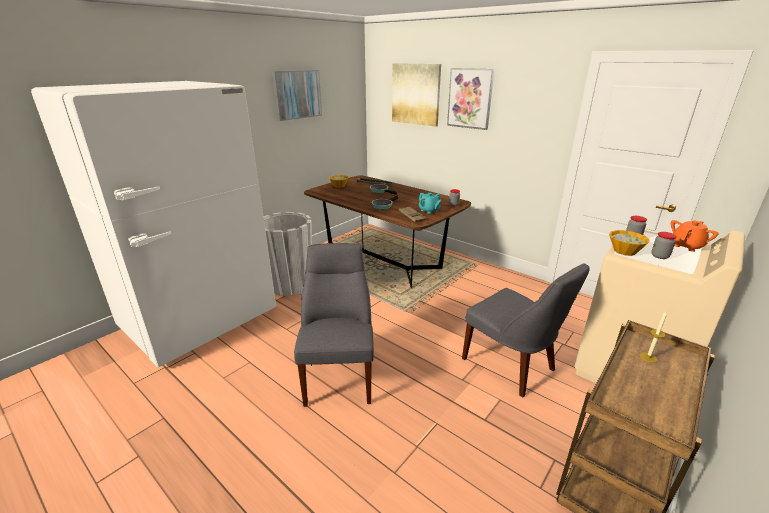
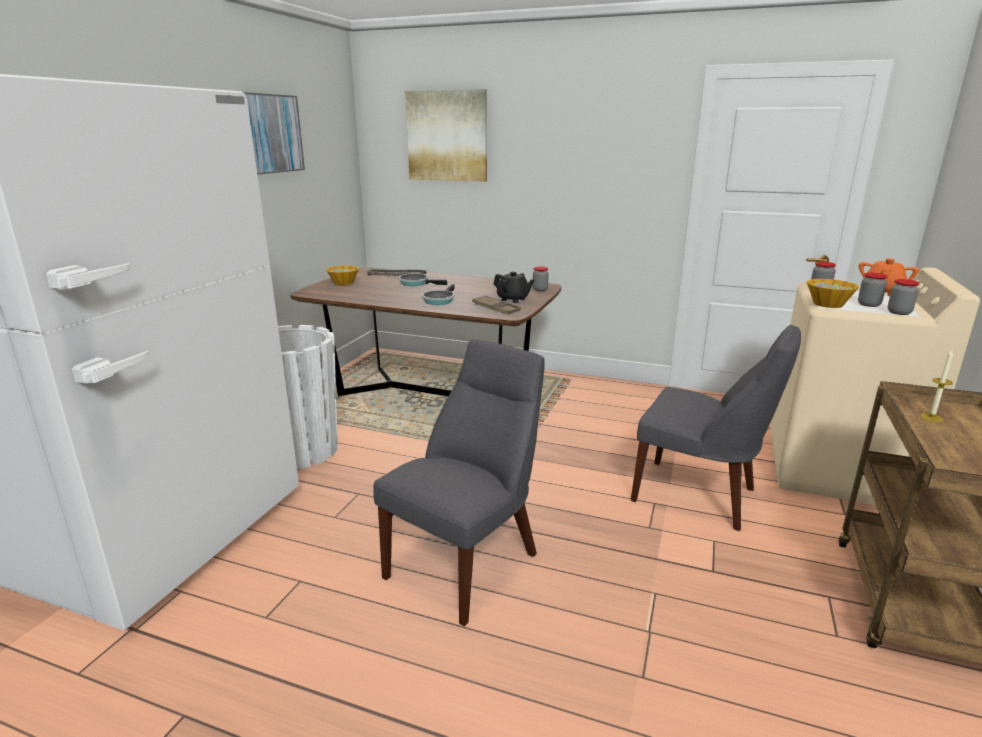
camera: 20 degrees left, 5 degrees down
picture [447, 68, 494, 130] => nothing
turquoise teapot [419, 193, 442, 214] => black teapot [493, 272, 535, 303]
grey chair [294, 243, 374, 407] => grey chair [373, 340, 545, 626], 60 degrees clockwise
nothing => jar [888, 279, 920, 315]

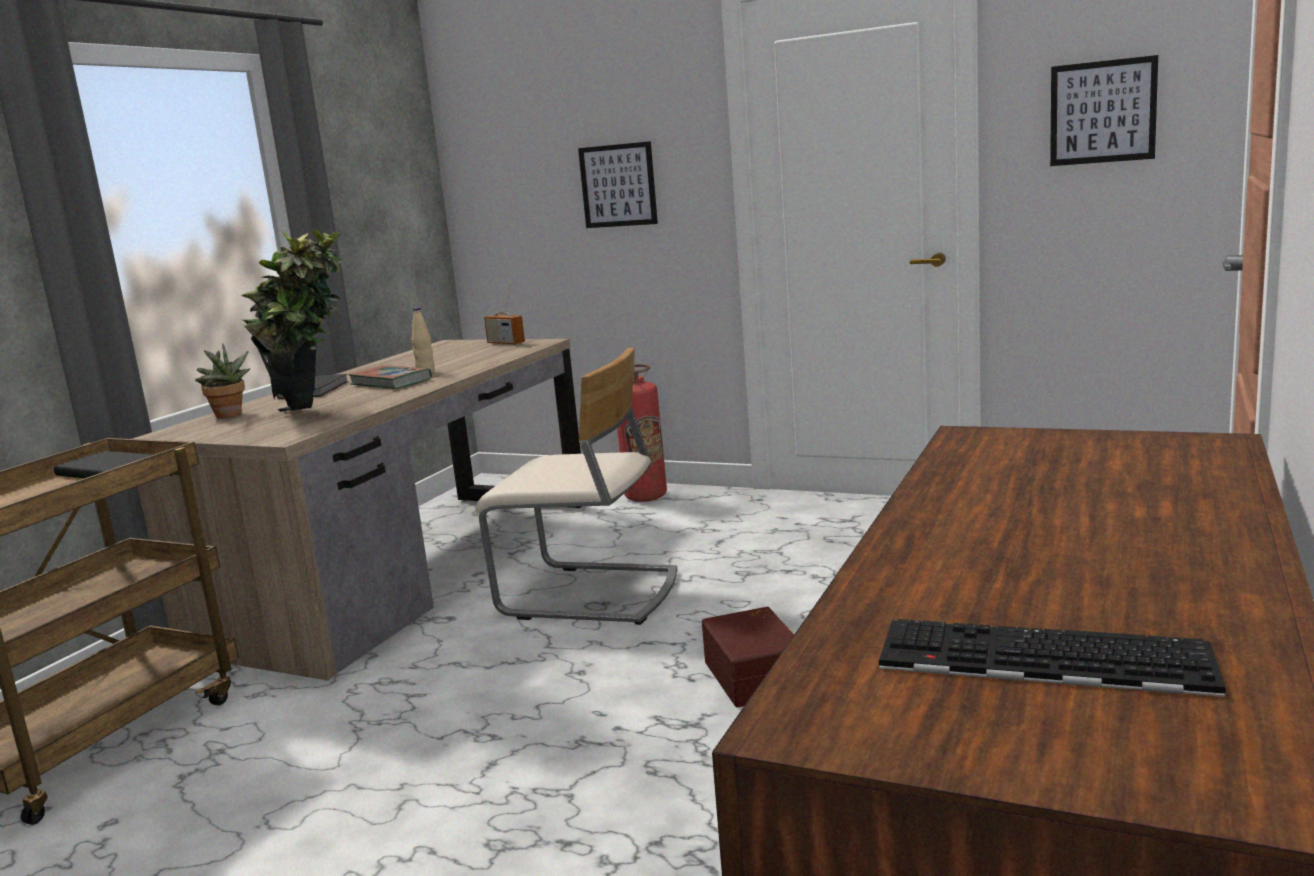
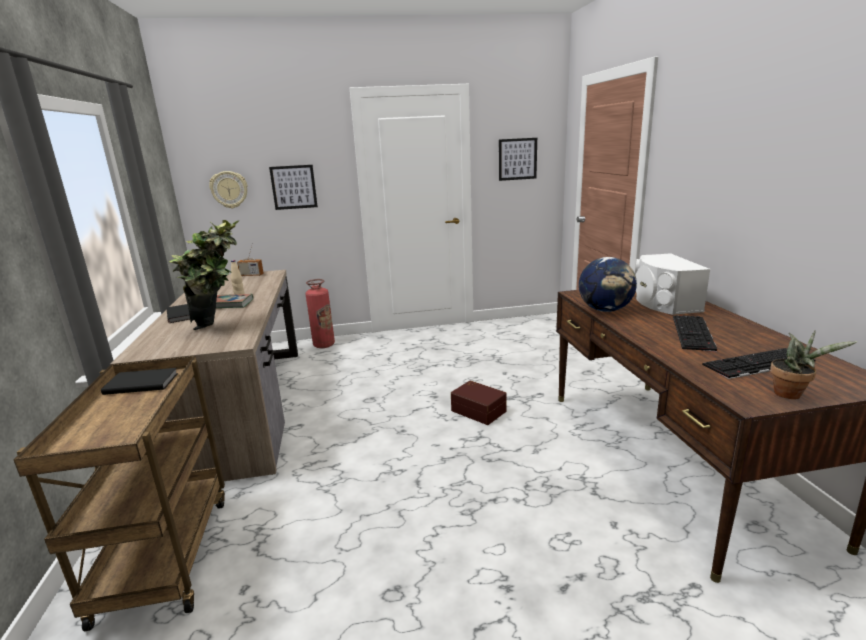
camera: 35 degrees left, 5 degrees up
potted plant [195, 343, 250, 418] => potted plant [770, 330, 857, 399], moved
beige chair [475, 348, 677, 625] => nothing
nothing => wall clock [209, 171, 248, 208]
nothing => white speaker [635, 253, 710, 315]
nothing => globe [579, 257, 637, 312]
nothing => keyboard [673, 315, 717, 352]

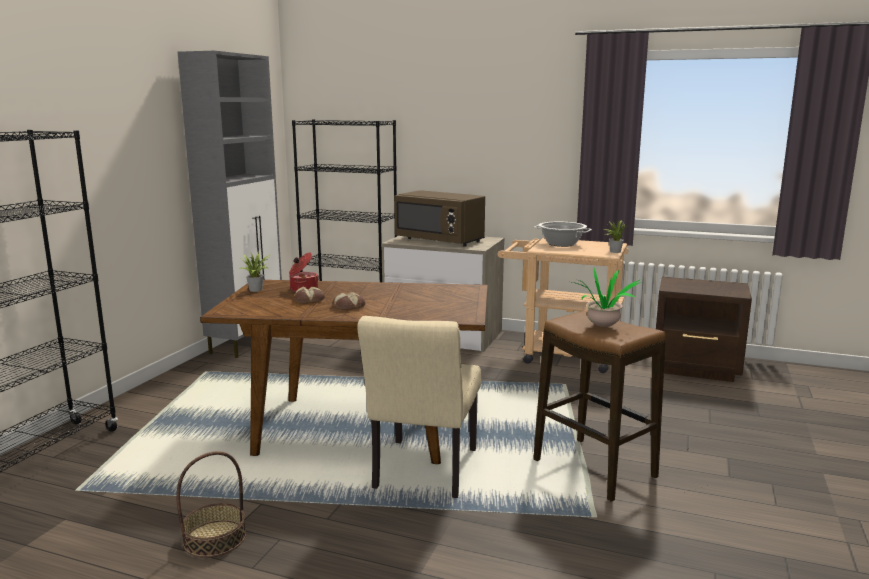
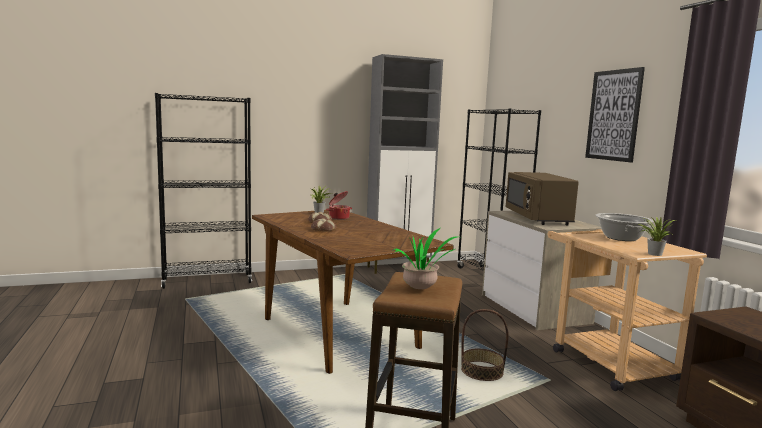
camera: 50 degrees right, 5 degrees down
beige chair [357, 316, 481, 498] => nothing
basket [176, 451, 246, 558] => basket [461, 309, 509, 381], moved
nothing => picture [585, 67, 645, 163]

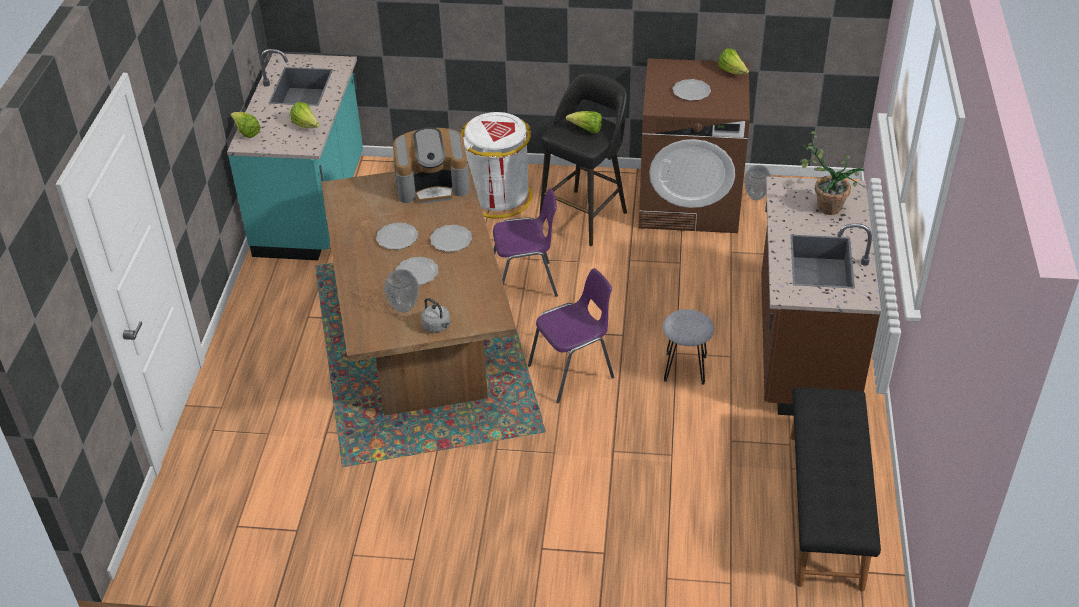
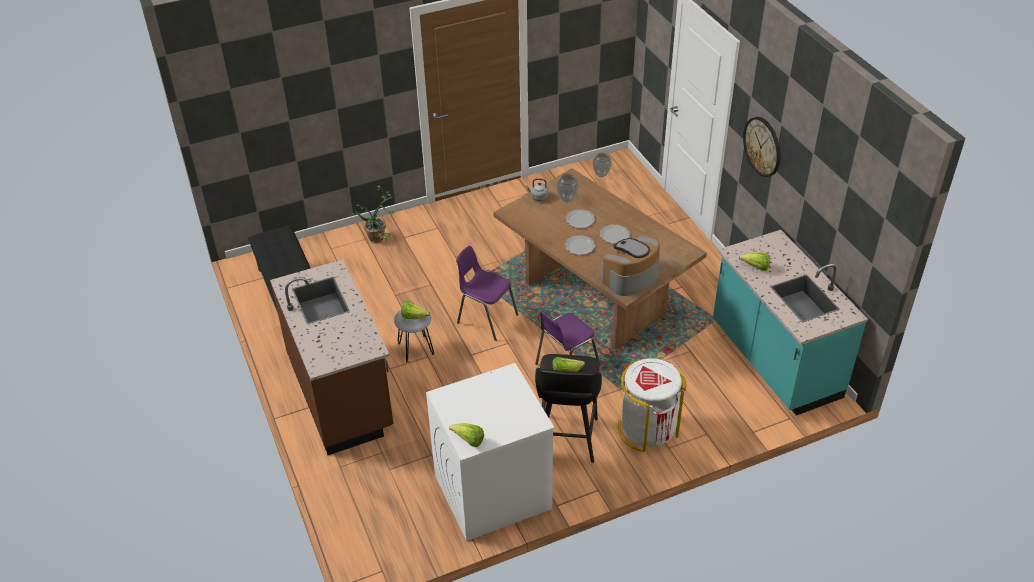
camera: 150 degrees right, 0 degrees up
brown washing machine [639, 58, 750, 233] => white washing machine [426, 363, 555, 541]
plate [672, 79, 711, 101] => nothing
lettuce [231, 112, 261, 138] => lettuce [401, 301, 430, 319], moved
potted plant [800, 131, 867, 215] => potted plant [352, 186, 394, 244], moved
vase [744, 165, 771, 200] => vase [592, 152, 612, 177], moved
purple chair [528, 268, 614, 403] => purple chair [456, 246, 518, 341], 90 degrees clockwise
nothing => wall clock [743, 117, 781, 177]

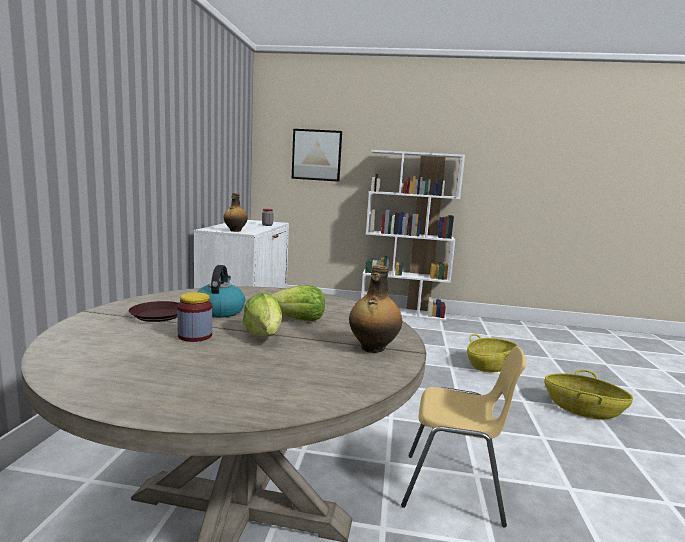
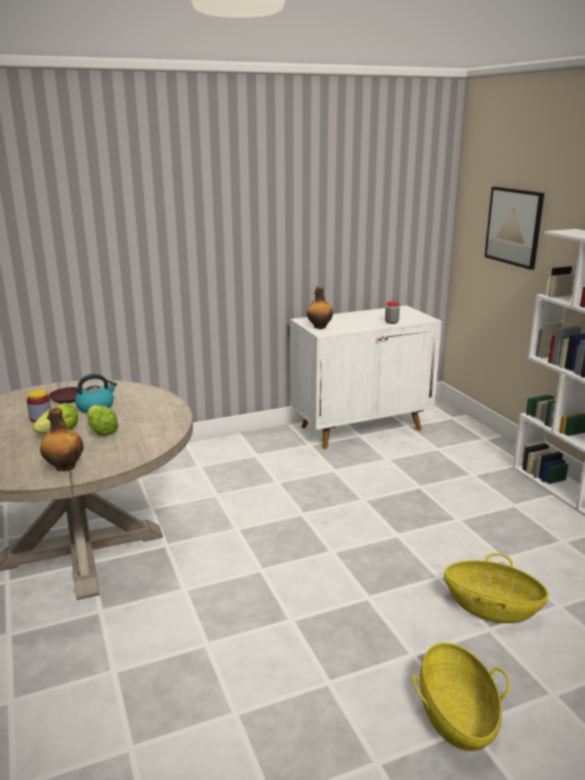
camera: 60 degrees right, 10 degrees up
yellow chair [401, 346, 527, 527] => nothing

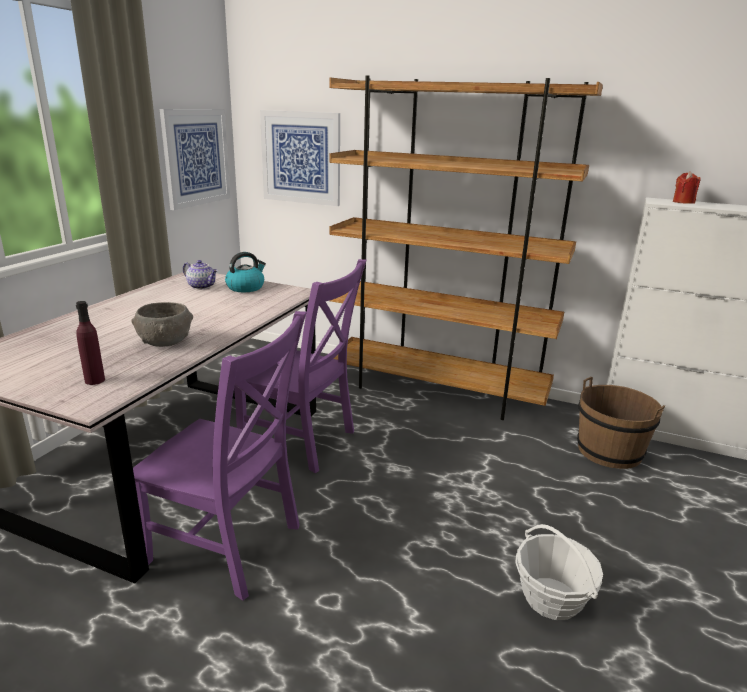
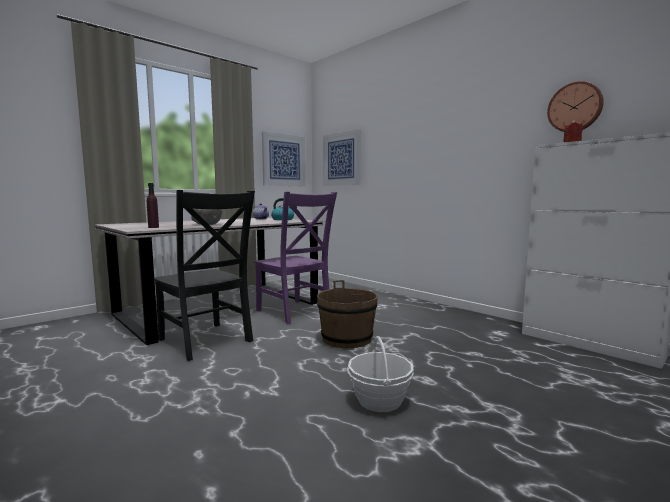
camera: 25 degrees right, 15 degrees down
brown bookcase [329, 75, 603, 420] => nothing
purple chair [133, 311, 306, 600] => black chair [154, 190, 255, 361]
brown bucket [577, 377, 665, 469] => brown bucket [317, 280, 378, 348], moved
nothing => wall clock [547, 81, 604, 132]

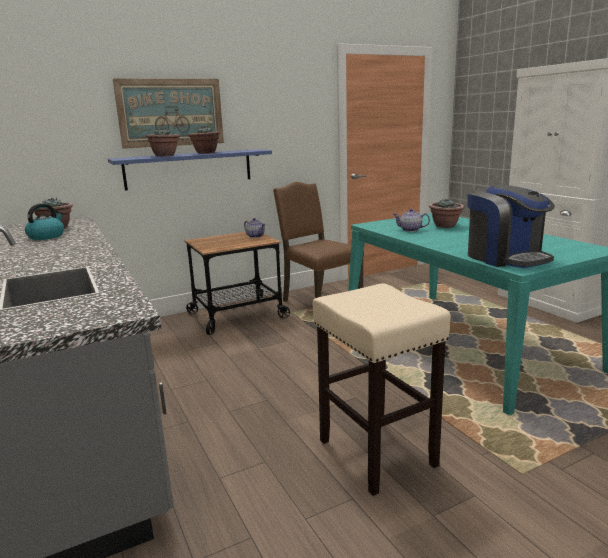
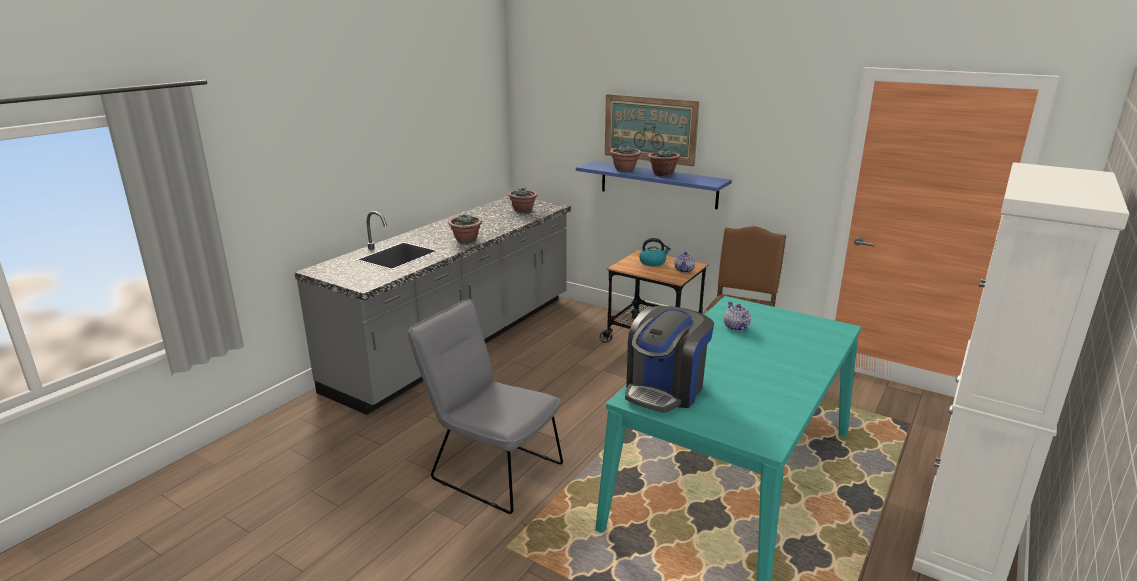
camera: 60 degrees right, 5 degrees up
potted plant [429, 198, 465, 228] => potted plant [448, 214, 482, 243], moved
kettle [25, 203, 64, 240] => kettle [639, 238, 671, 266], moved
beige stool [313, 283, 451, 496] => grey chair [408, 299, 563, 514]

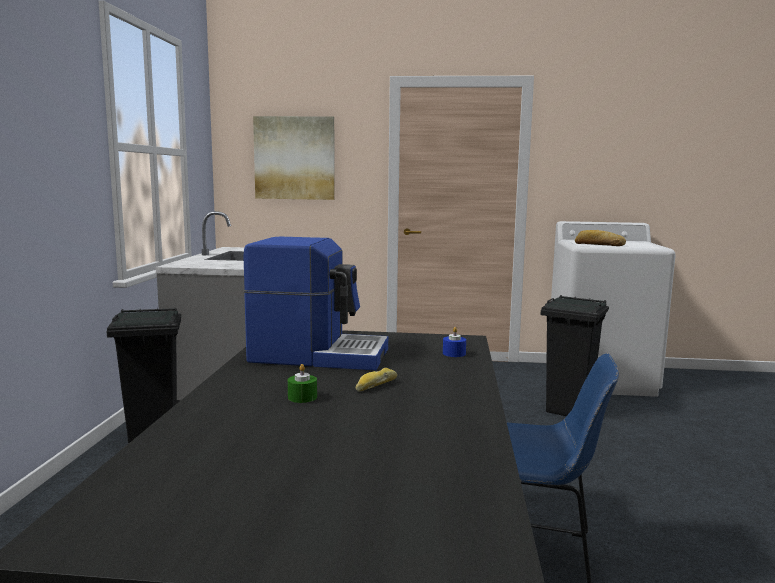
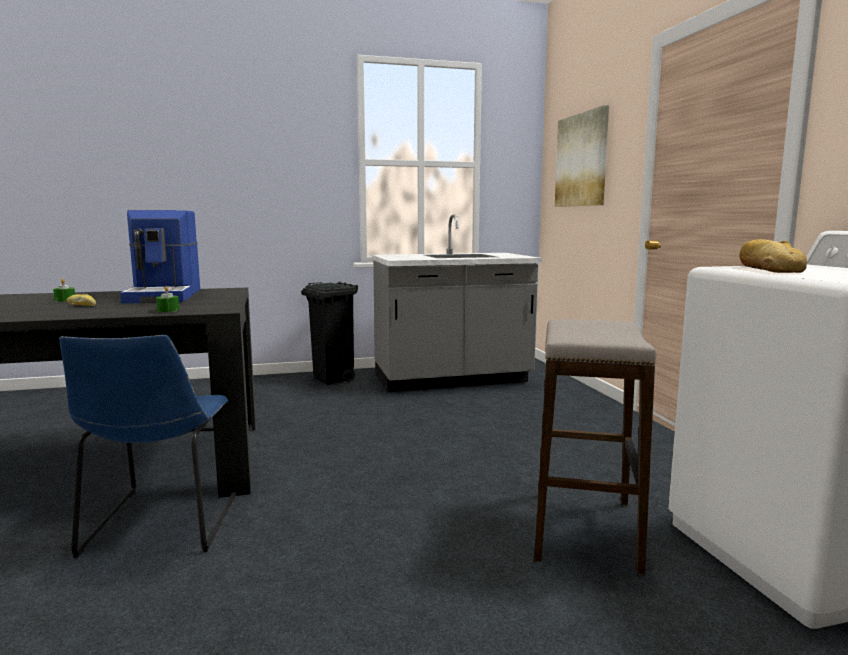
camera: 70 degrees right, 0 degrees up
black trash can [541, 295, 609, 416] => stool [534, 319, 657, 575]
blue candle [443, 327, 466, 357] => green candle [156, 286, 179, 312]

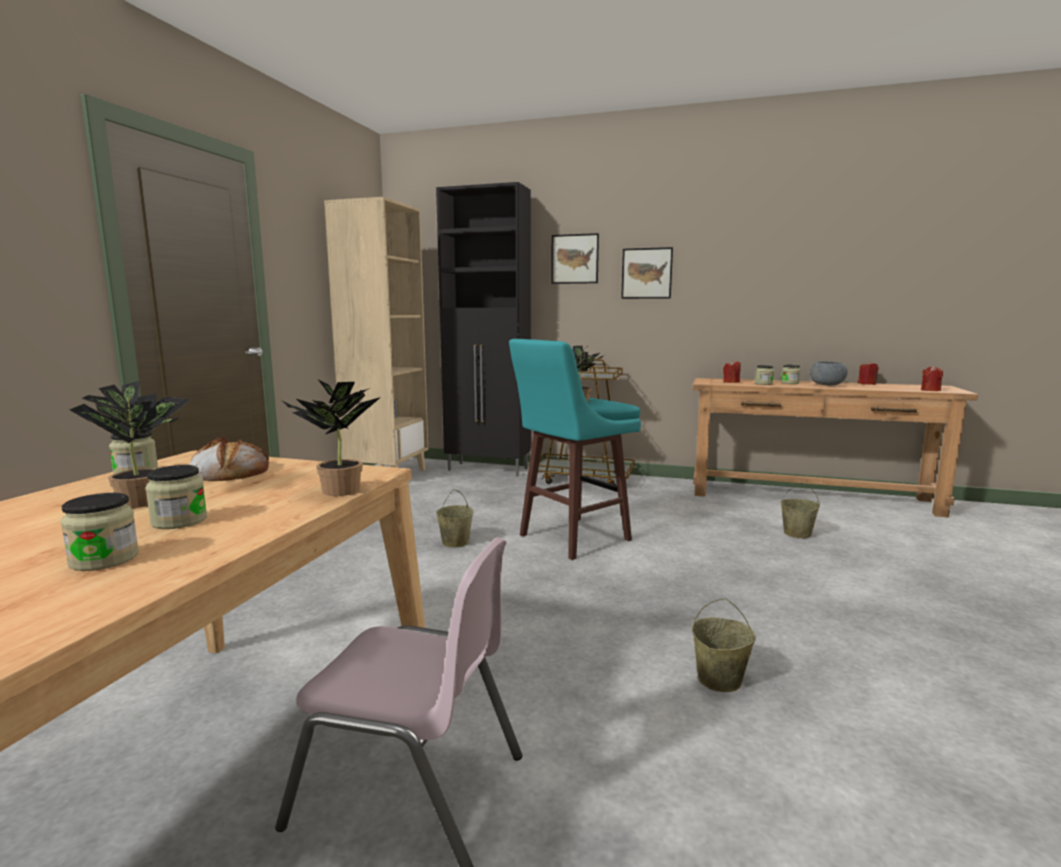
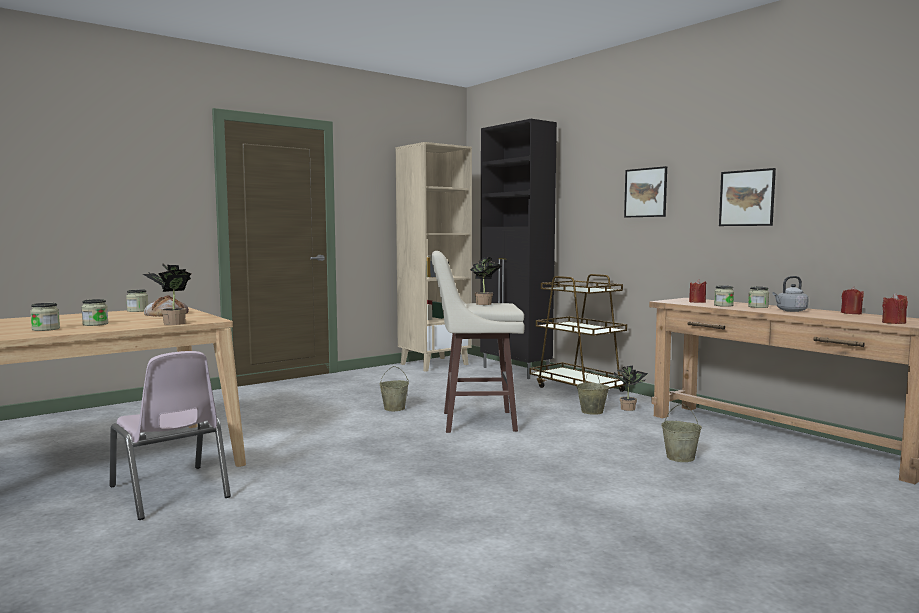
camera: 35 degrees right, 5 degrees down
picture [551, 233, 599, 284] => picture [719, 168, 776, 226], moved
turquoise stool [509, 339, 641, 560] => beige stool [431, 251, 525, 433]
grey bowl [810, 361, 848, 386] => grey kettle [772, 276, 809, 312]
potted plant [69, 381, 190, 508] => potted plant [614, 366, 648, 411], moved
beige bucket [692, 598, 756, 692] => beige bucket [577, 369, 609, 415], moved

